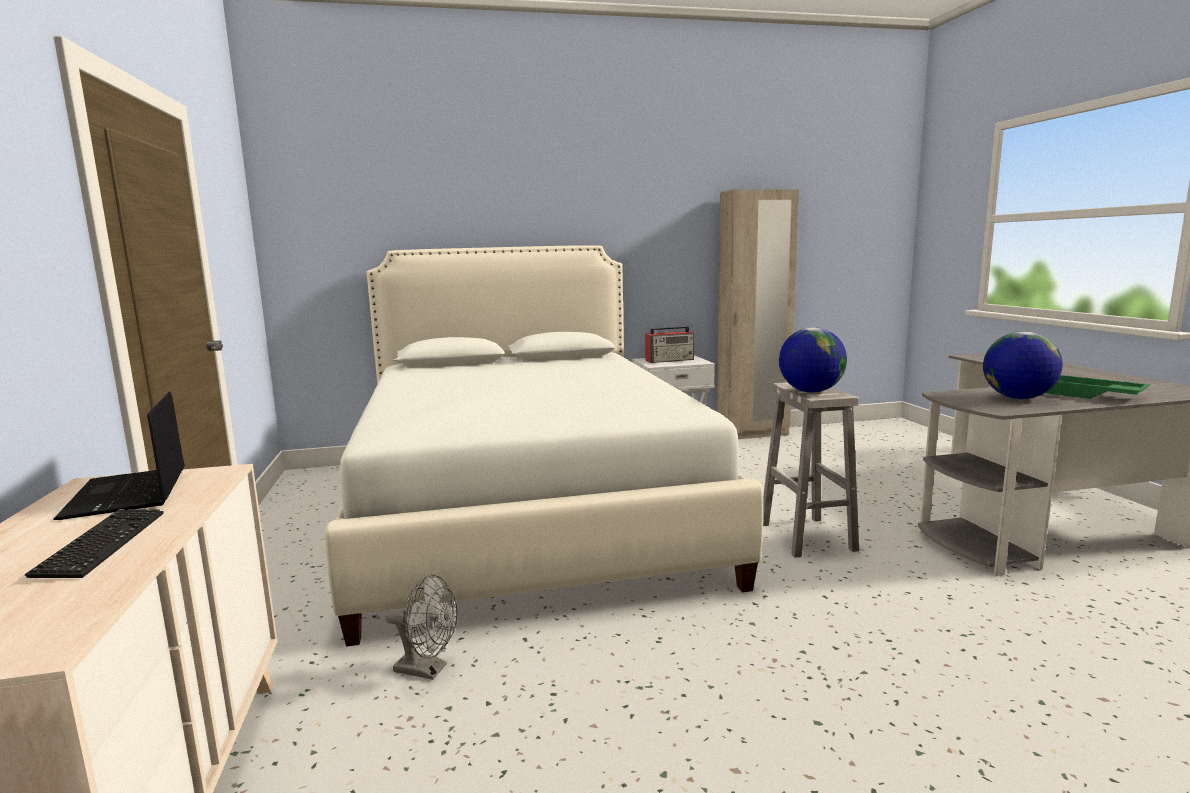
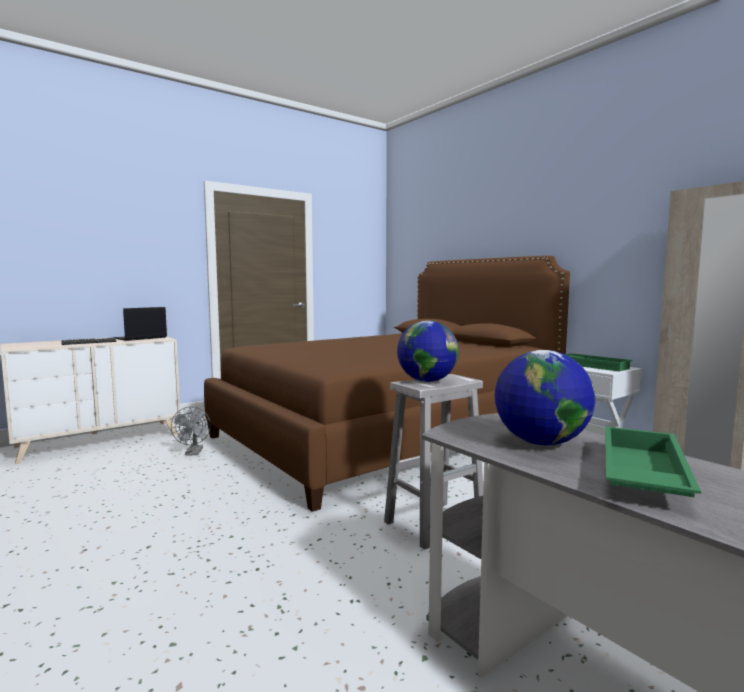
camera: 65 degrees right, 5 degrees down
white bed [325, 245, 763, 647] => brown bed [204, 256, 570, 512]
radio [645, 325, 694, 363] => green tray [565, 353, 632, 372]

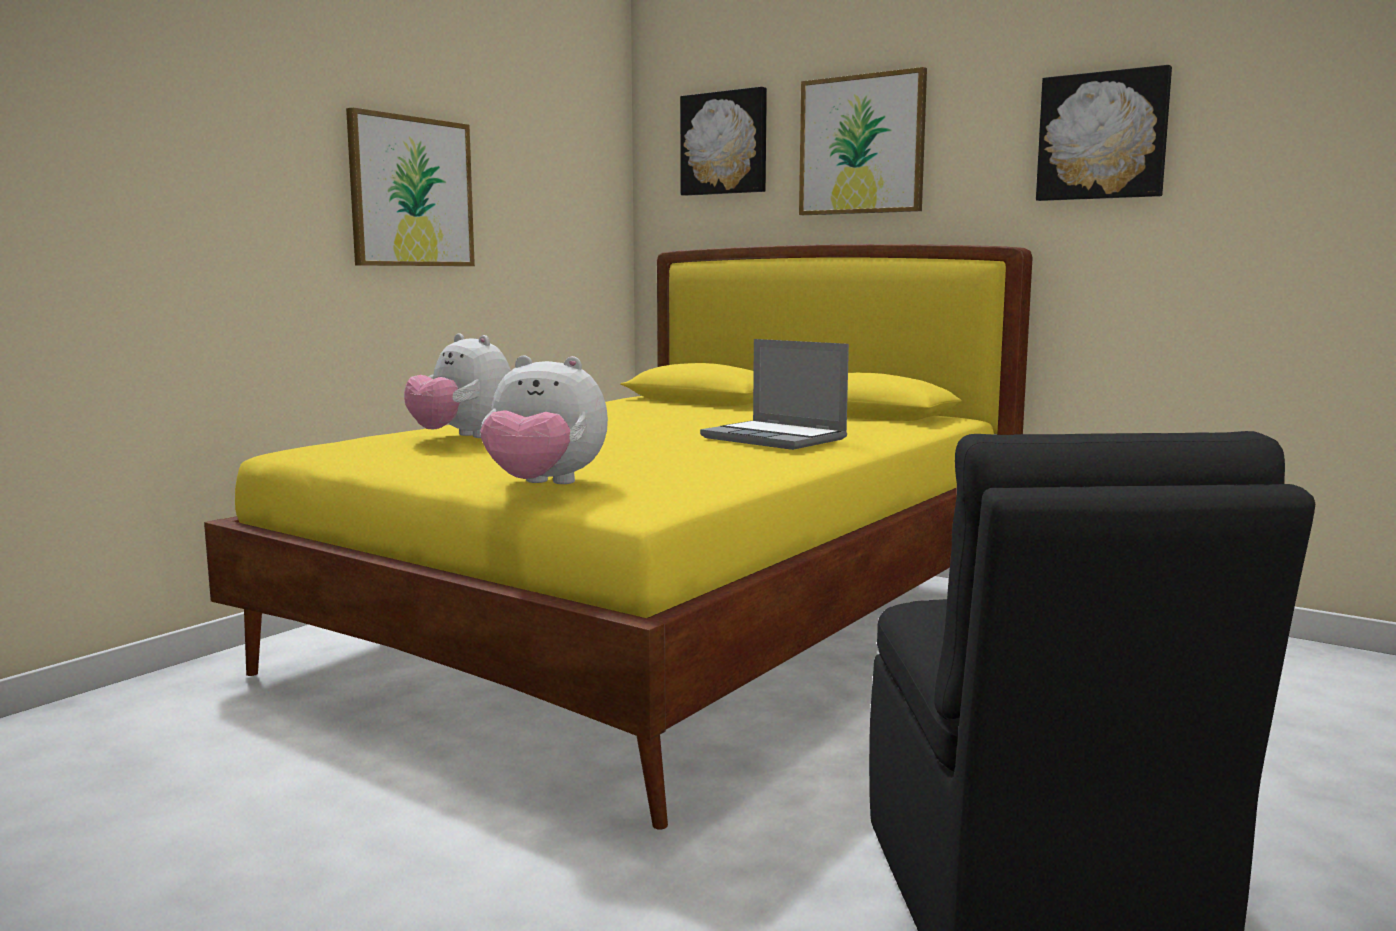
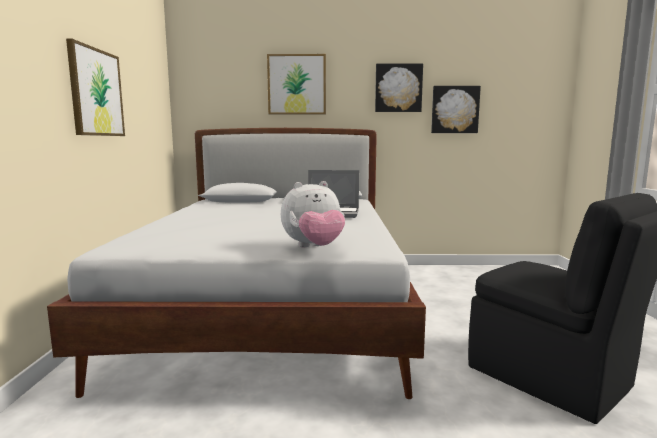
camera: 35 degrees left, 0 degrees up
picture [680, 87, 767, 196] => picture [431, 86, 481, 133], moved
yellow bed [204, 244, 1033, 830] => white bed [47, 128, 426, 399]
plush toy [404, 333, 511, 438] => nothing

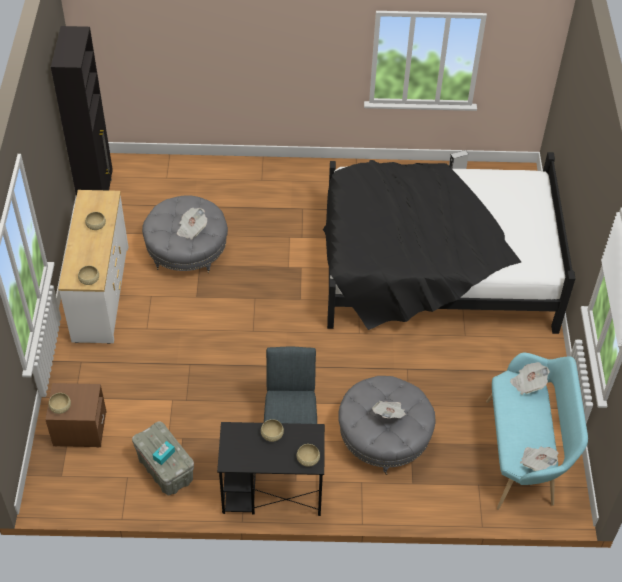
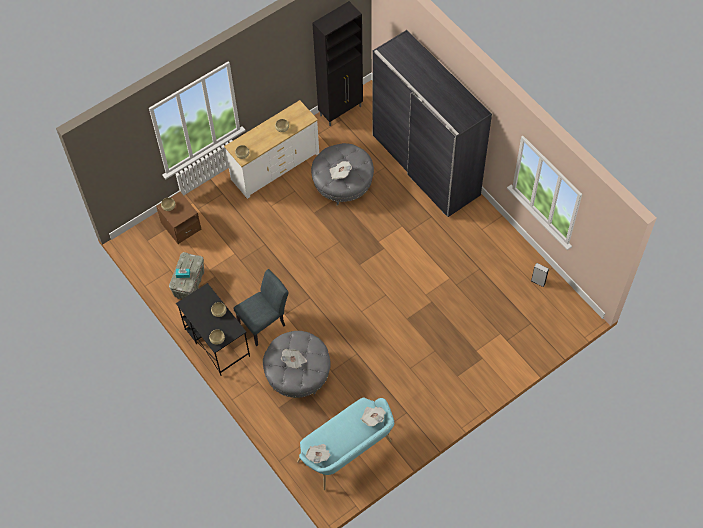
camera: 55 degrees right, 10 degrees up
black bed [323, 152, 576, 334] => nothing
nothing => grey wardrobe [372, 30, 492, 217]

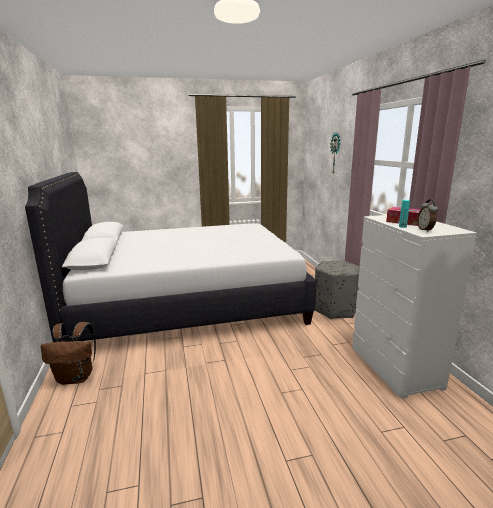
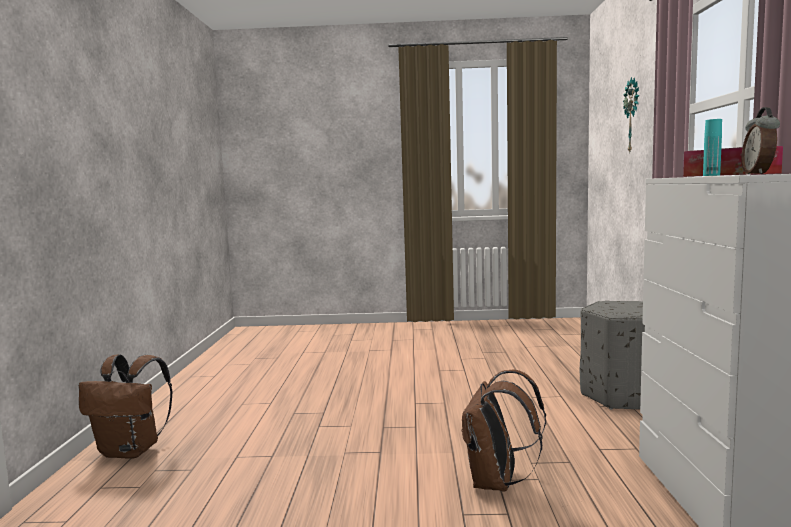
camera: 15 degrees right, 10 degrees down
white bed [25, 172, 316, 342] => nothing
nothing => brown backpack [462, 370, 546, 492]

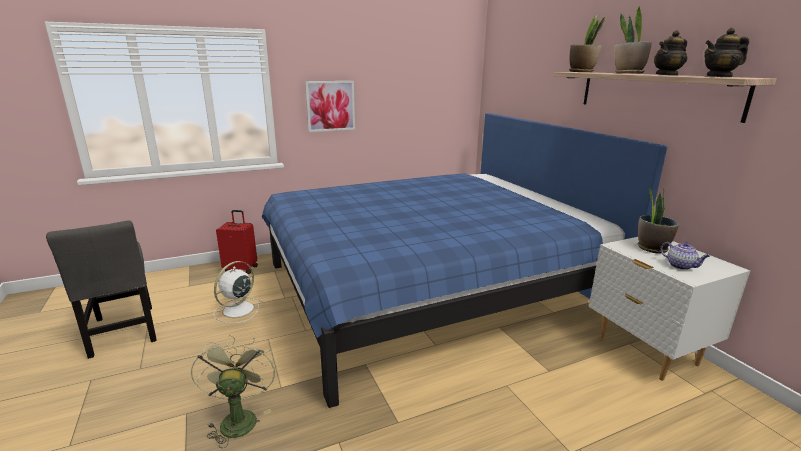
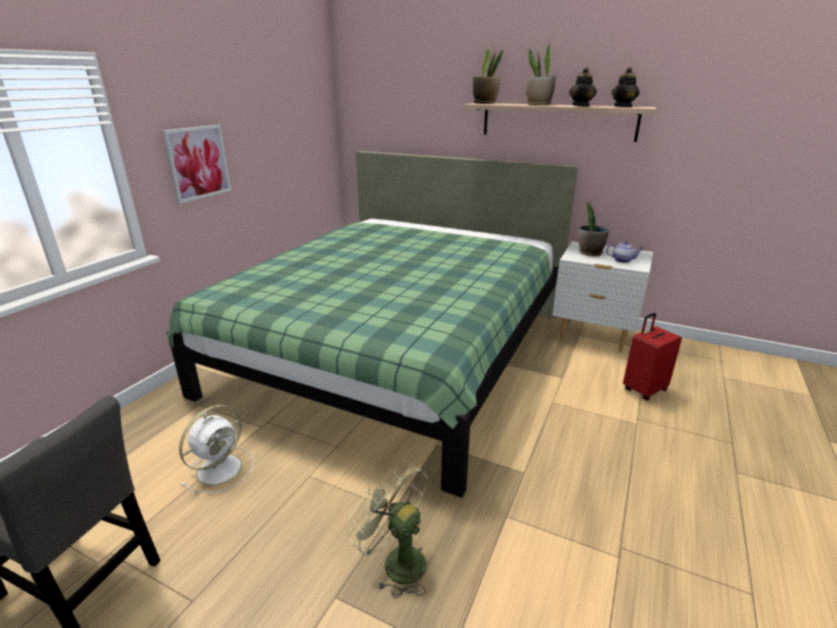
camera: 40 degrees left, 5 degrees up
blue bed [262, 113, 667, 408] => green bed [167, 151, 578, 497]
red suitcase [216, 210, 258, 274] => red suitcase [623, 313, 682, 401], moved
white fan [213, 261, 263, 323] => white fan [179, 405, 254, 494], 135 degrees counterclockwise

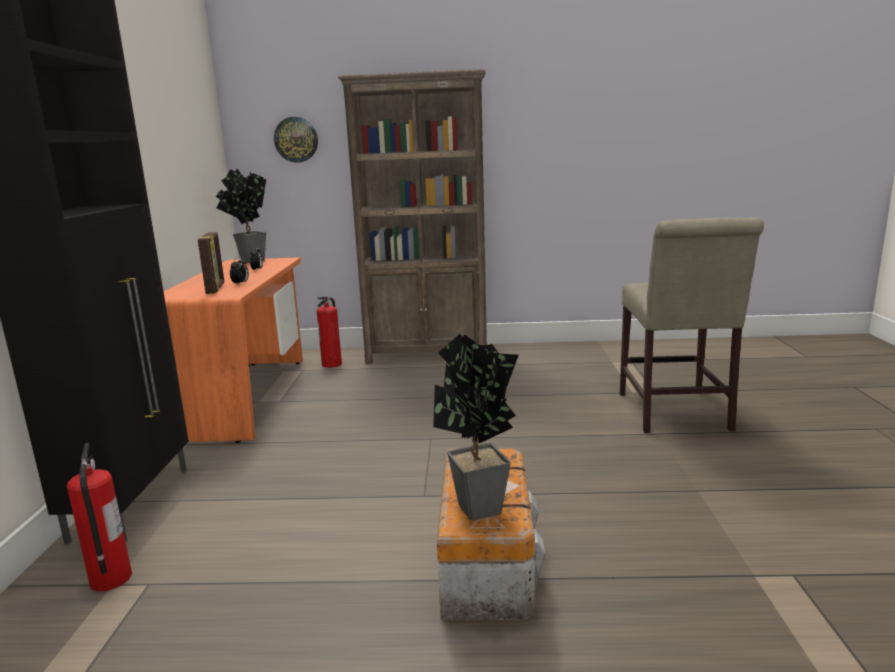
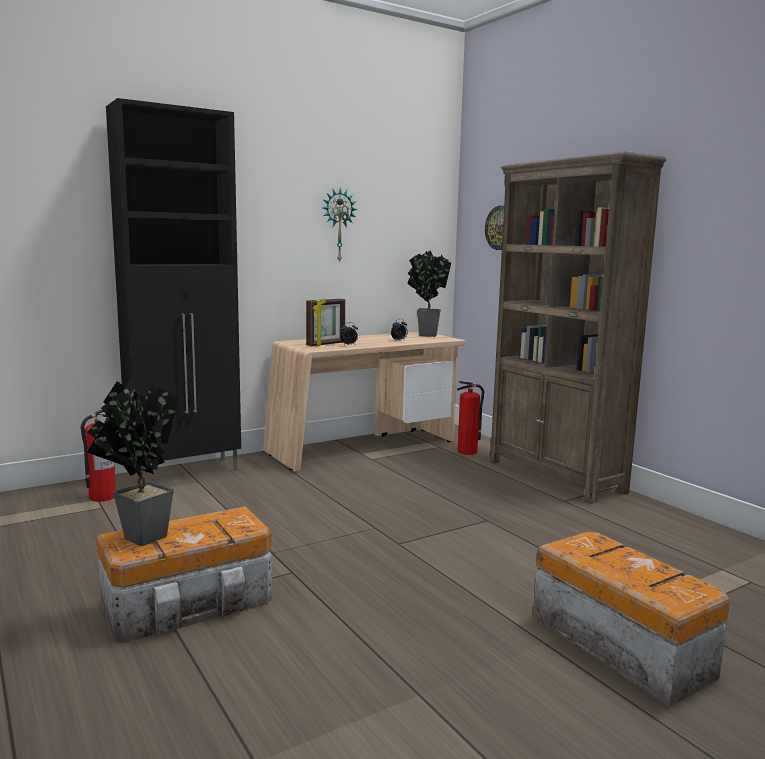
camera: 55 degrees right, 5 degrees down
beige chair [620, 217, 764, 433] => storage box [533, 532, 730, 706]
orange desk [164, 257, 303, 443] => beige desk [263, 332, 465, 471]
nothing => wall clock [322, 187, 358, 263]

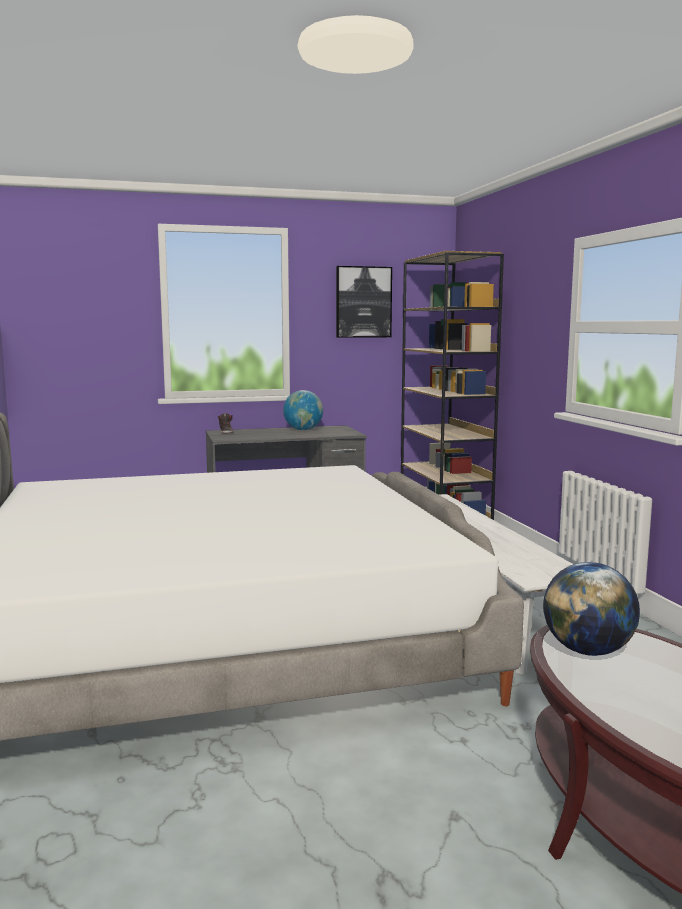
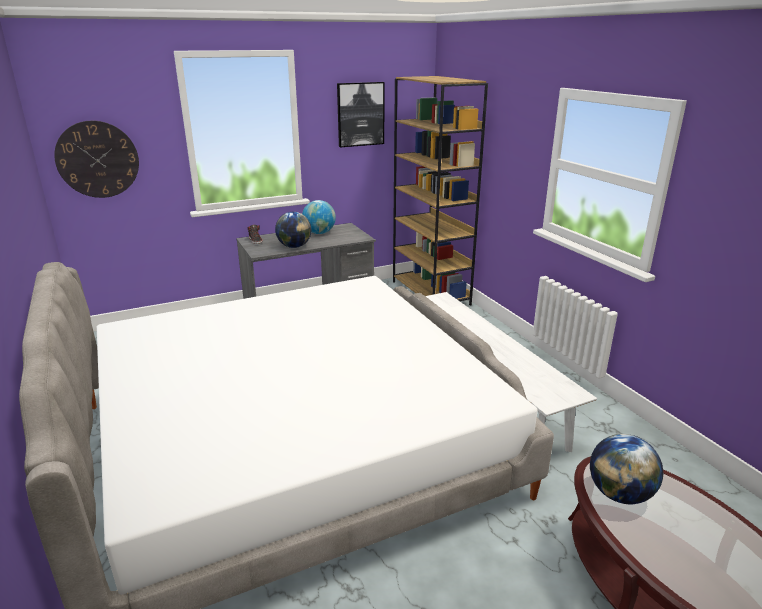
camera: 10 degrees left, 15 degrees up
nothing => wall clock [54, 120, 139, 198]
nothing => globe [275, 212, 311, 248]

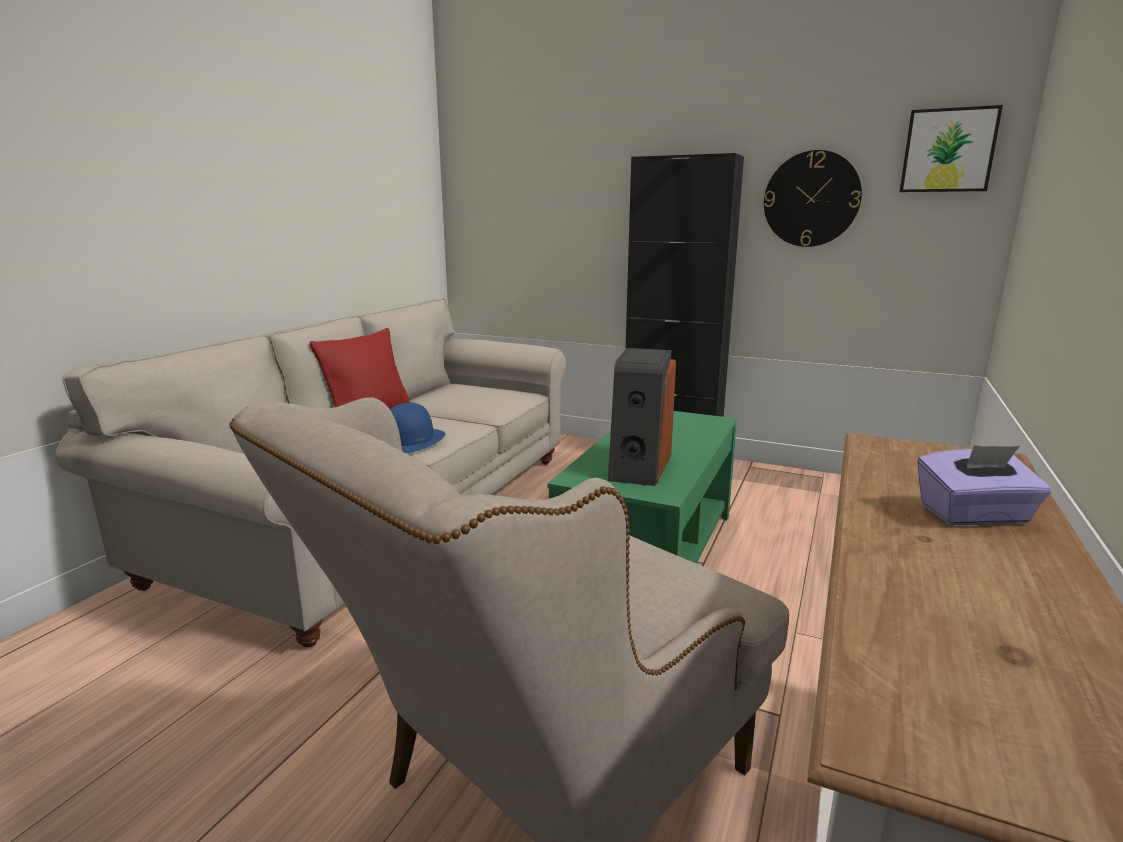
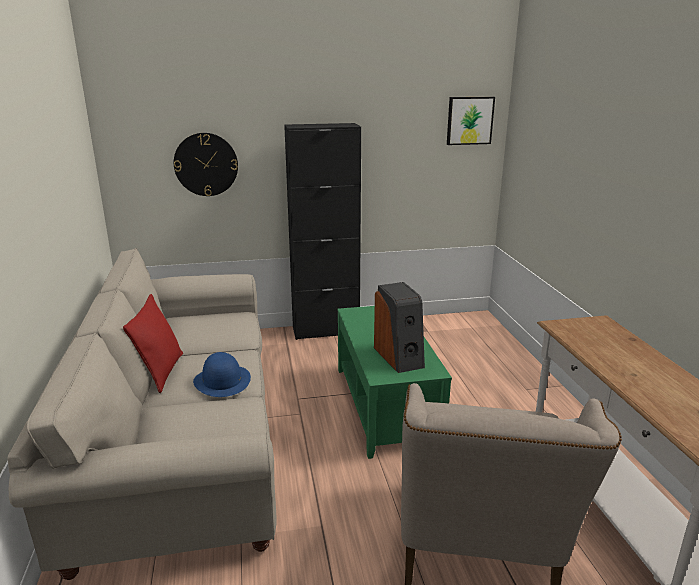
camera: 35 degrees left, 5 degrees up
wall clock [764, 150, 862, 247] => wall clock [174, 133, 238, 196], moved
purple tissue box [917, 445, 1051, 526] => nothing

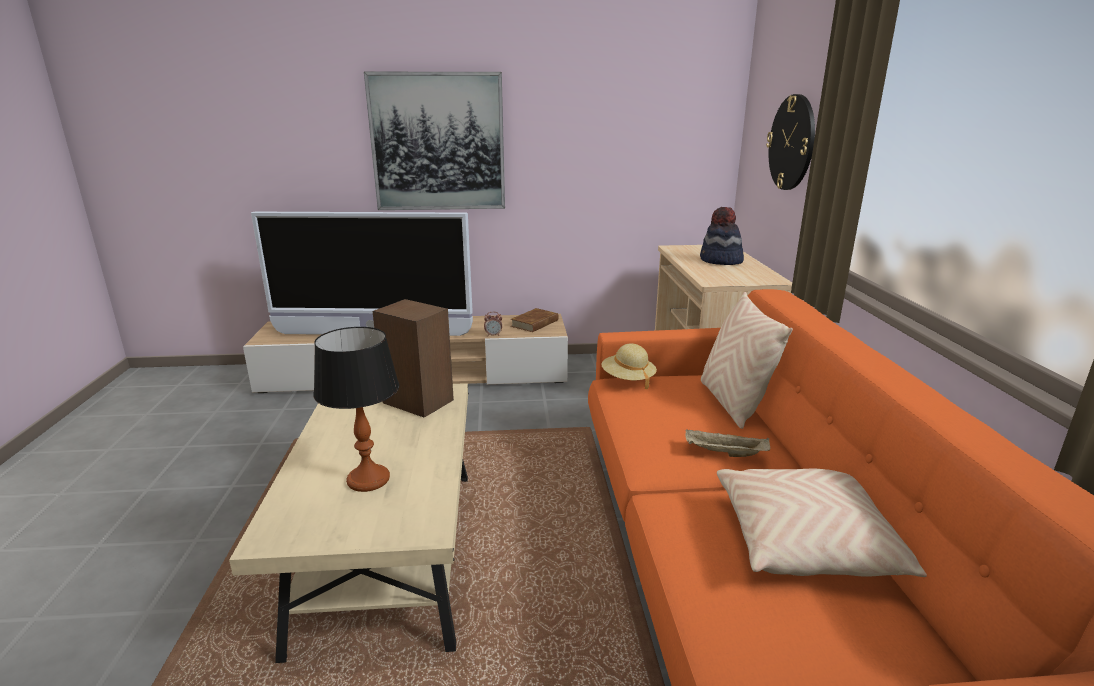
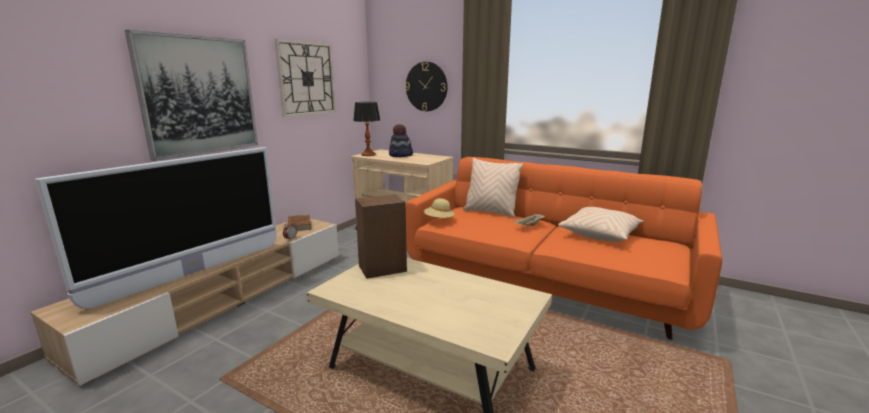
camera: 55 degrees left, 5 degrees down
table lamp [313, 327, 399, 492] => table lamp [353, 102, 380, 156], moved
nothing => wall clock [275, 39, 336, 117]

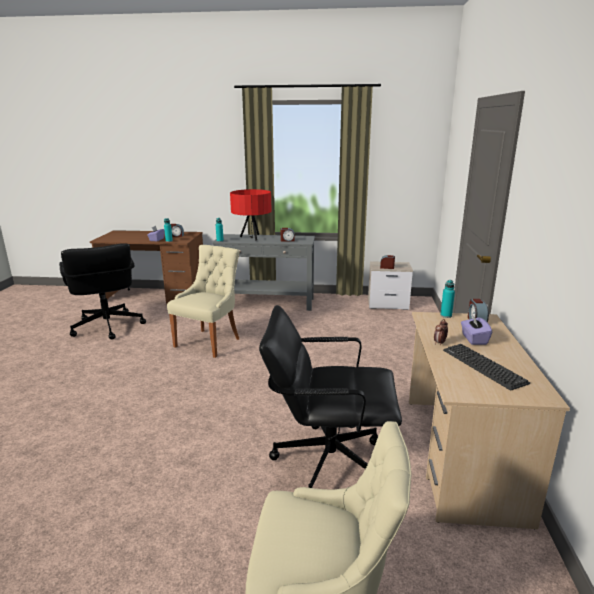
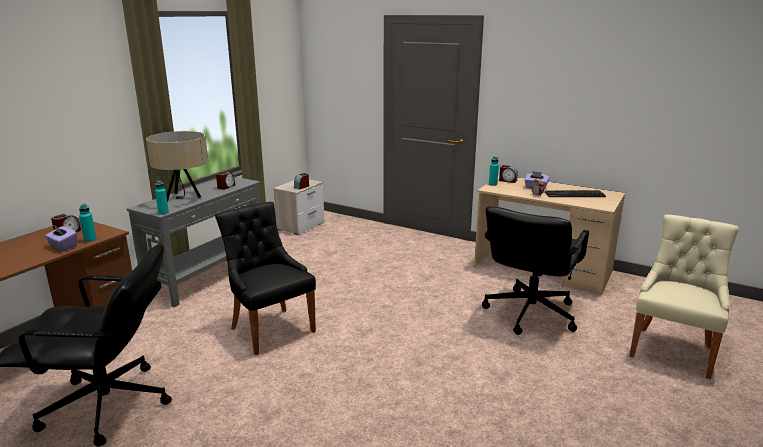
camera: 65 degrees left, 0 degrees up
red table lamp [230, 189, 272, 241] => beige table lamp [146, 131, 208, 202]
beige chair [167, 245, 240, 358] => black chair [215, 202, 316, 355]

